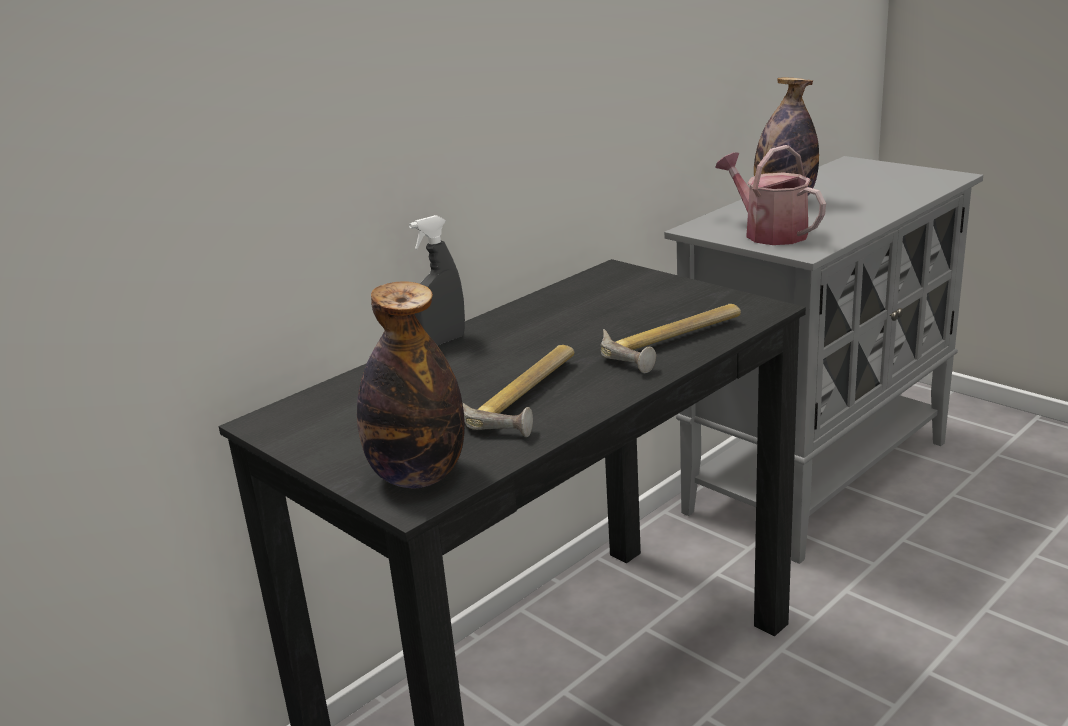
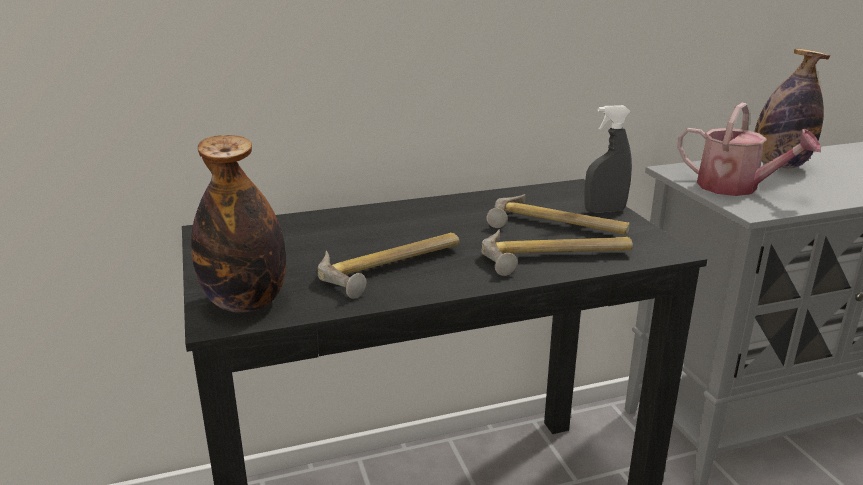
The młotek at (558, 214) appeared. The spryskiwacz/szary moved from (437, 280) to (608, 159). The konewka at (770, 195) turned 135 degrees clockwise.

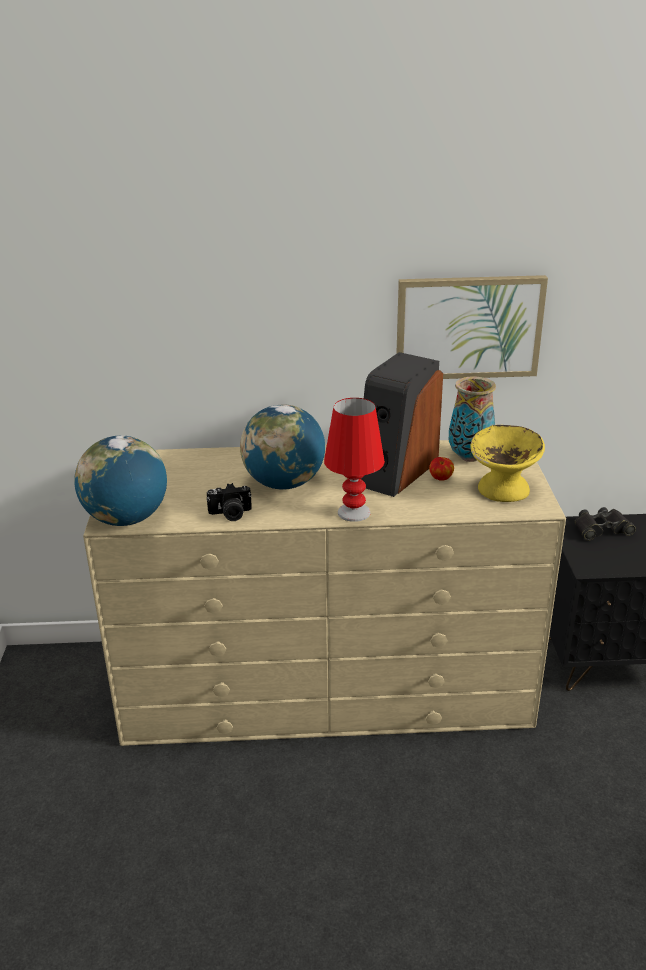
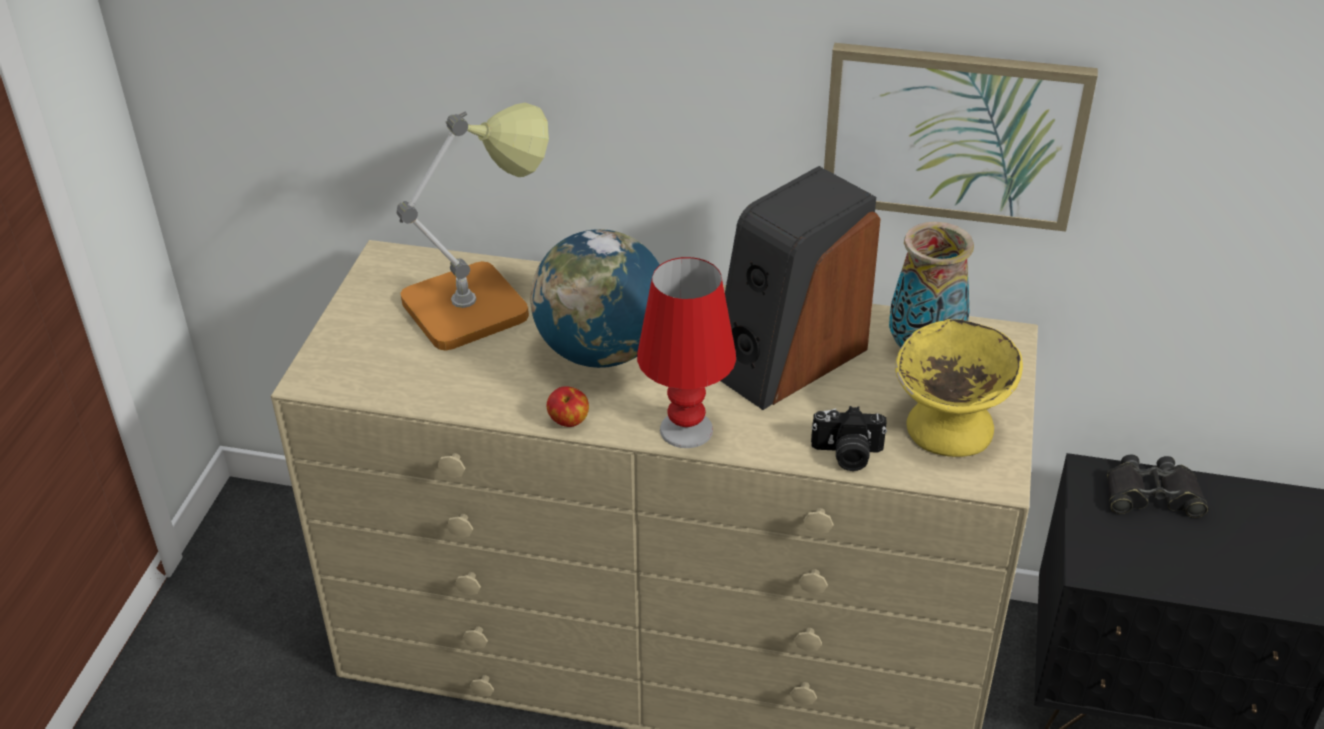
The globus at (120, 481) disappeared. The lampa stołowa at (473, 226) appeared. The aparat fotograficzny moved from (229, 502) to (849, 438). The jabłko moved from (441, 469) to (568, 406).

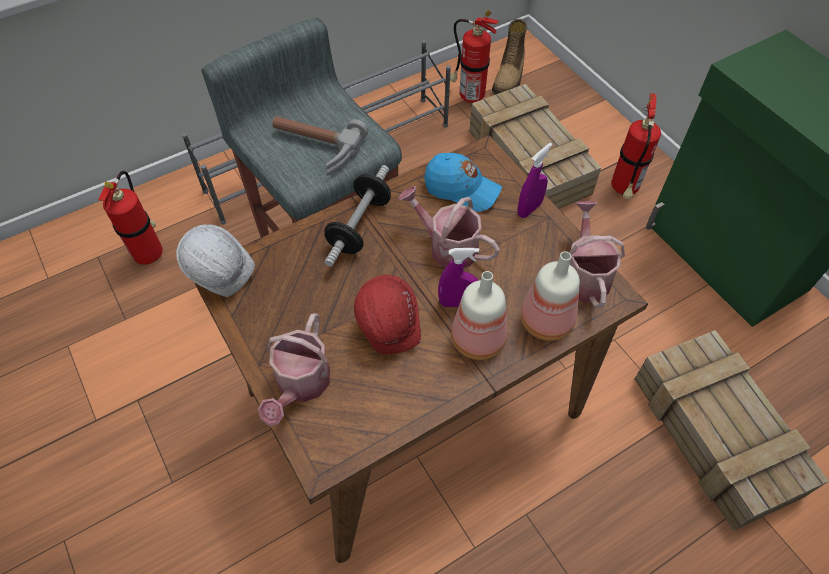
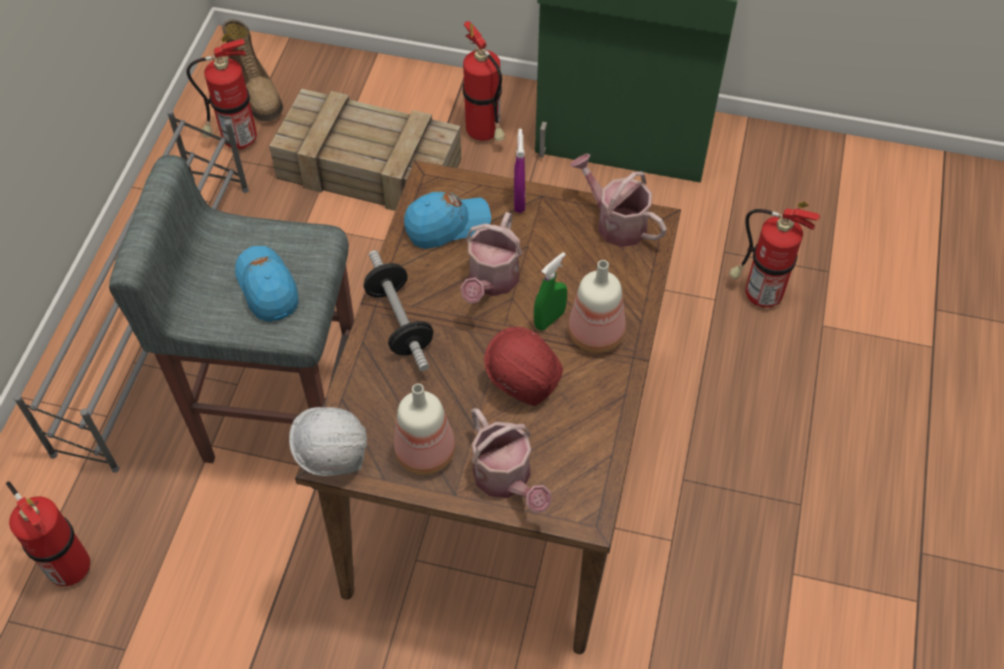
The butelka moved from (550, 296) to (424, 429). The młotek at (320, 146) was replaced by the czapka z daszkiem/niebieski at (267, 284). The skrzynka at (732, 430) was replaced by the gaśnica at (774, 254). The spryskiwacz/fioletowy at (458, 277) became the spryskiwacz/zielony at (550, 291). The konewka at (449, 227) turned 60 degrees counterclockwise.

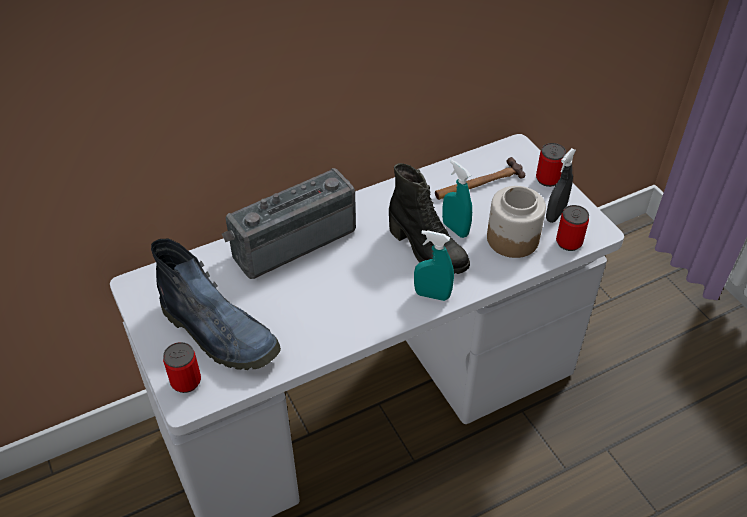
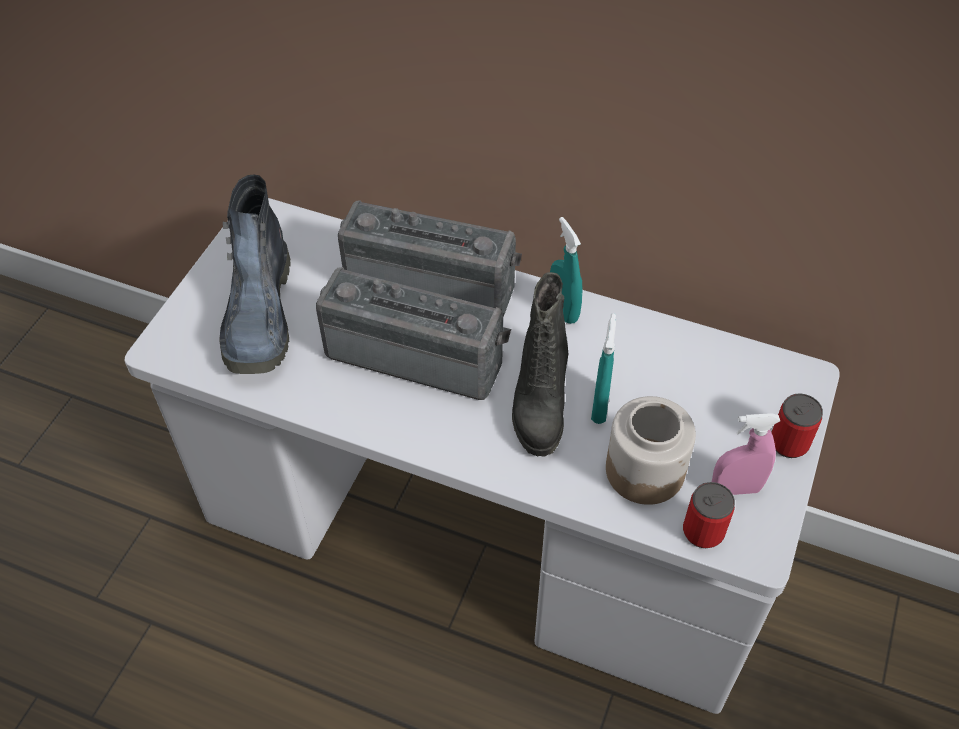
The puszka at (182, 367) disappeared. The młotek at (480, 178) disappeared. The radio at (413, 333) appeared. The spryskiwacz/turkusowy moved from (434, 265) to (566, 270). The spryskiwacz/szary at (561, 185) became the spryskiwacz/różowy at (746, 454).

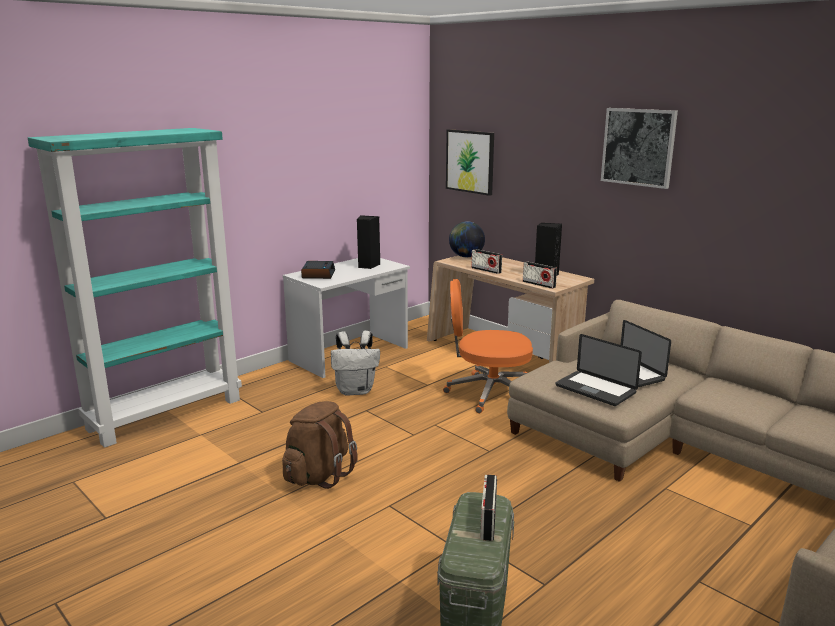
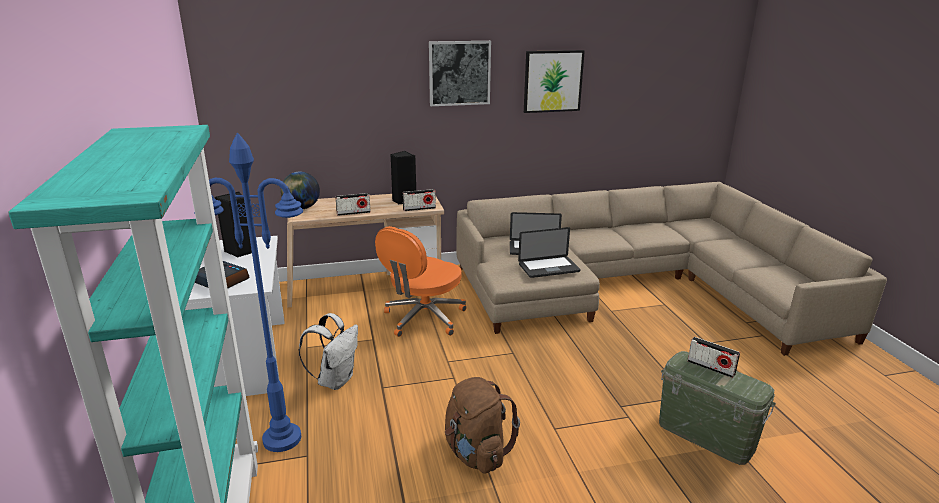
The lampa stojąca/niebieski at (248, 292) appeared. The obraz moved from (470, 162) to (554, 81).

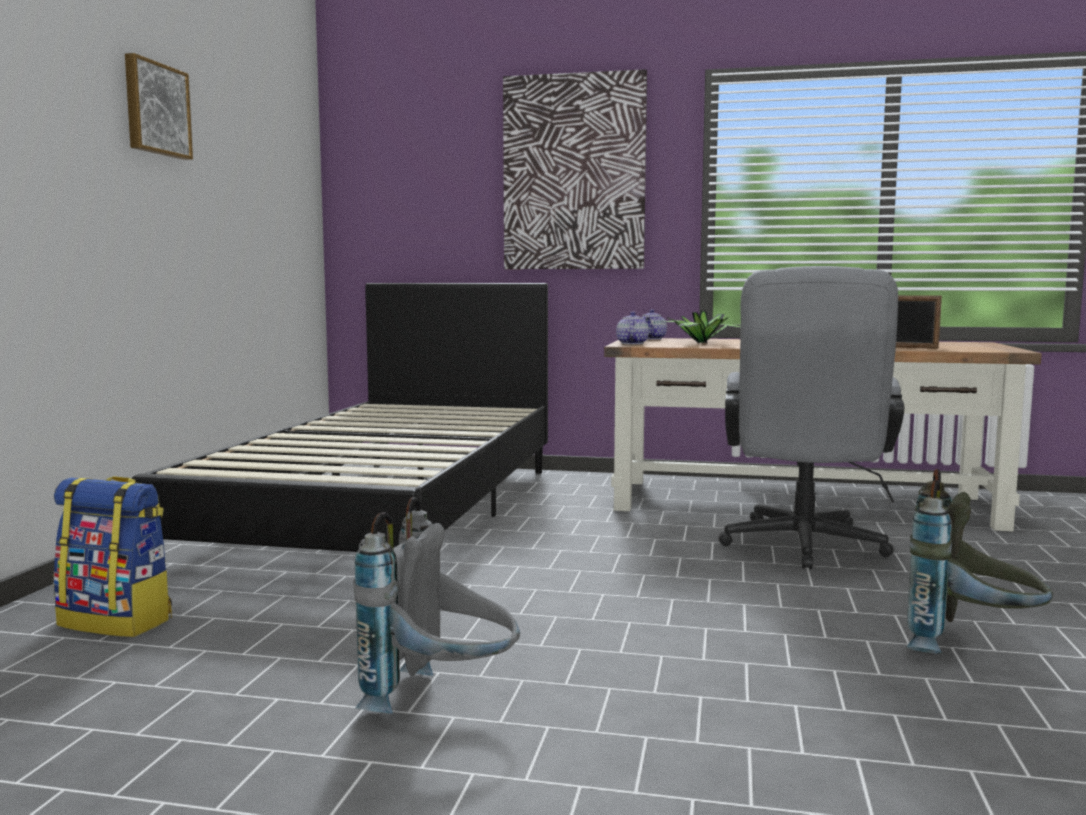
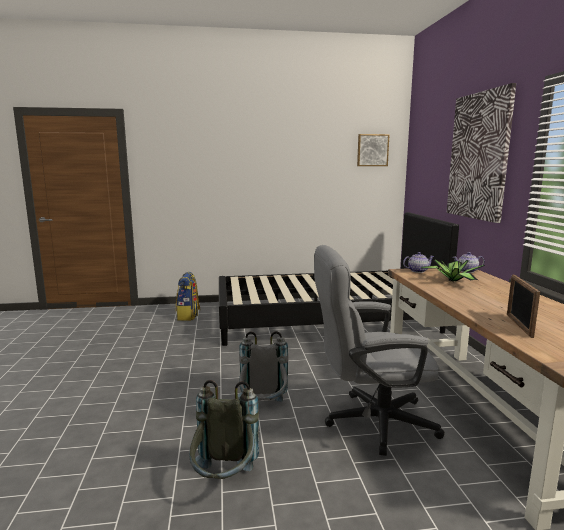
The obraz moved from (159, 106) to (373, 150). The plecak/szary moved from (436, 605) to (263, 366).

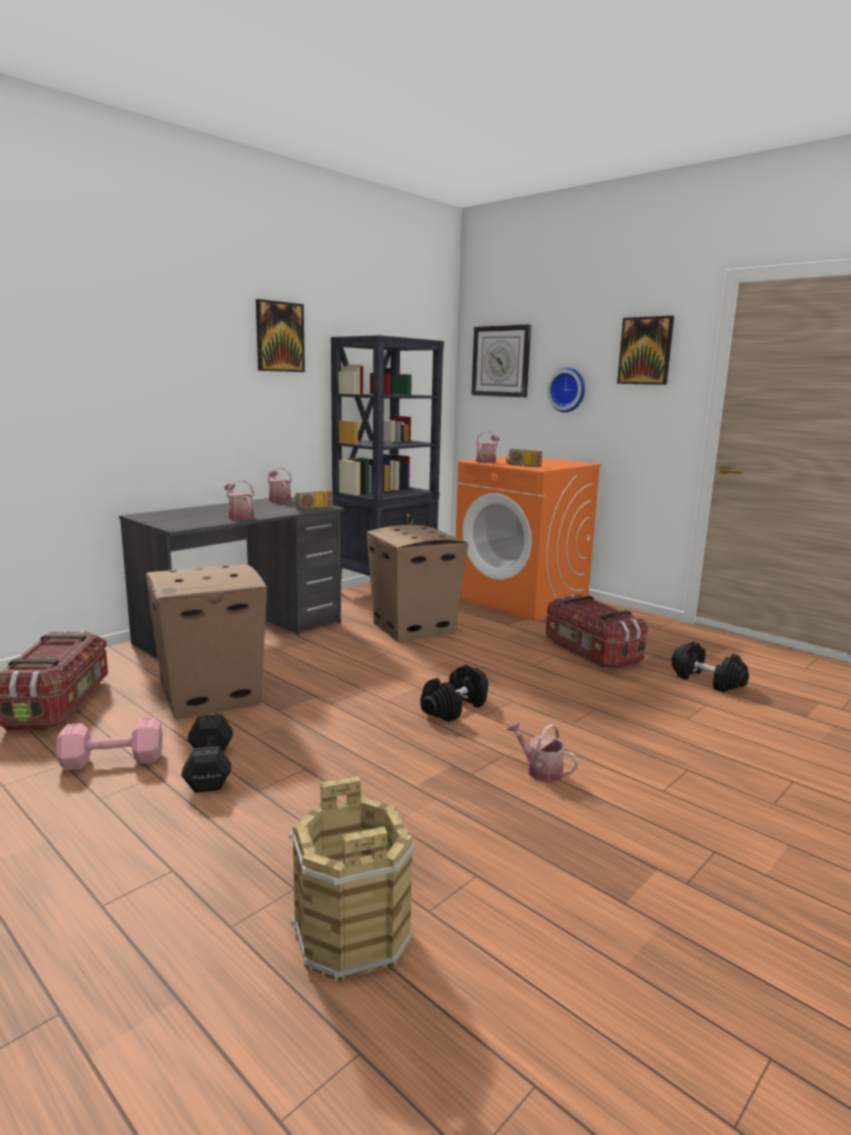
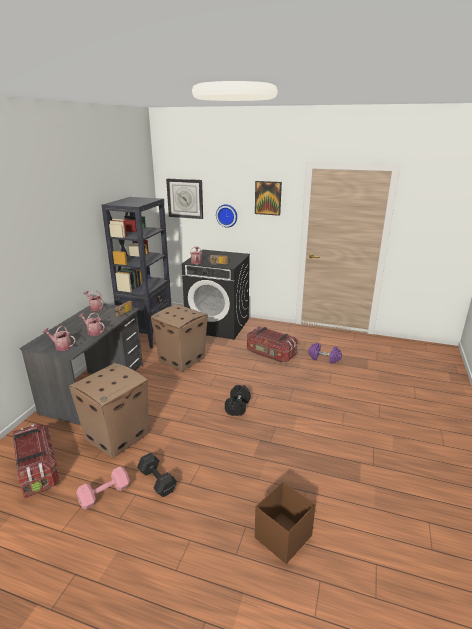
The obraz at (280, 335) disappeared. The konewka moved from (542, 751) to (59, 338). The wiadro/brązowy at (352, 879) was replaced by the pojemnik do przechowywania/brązowy at (285, 523). The pralka/pomarańczowy at (529, 538) became the pralka/czarny at (216, 294). The hantel/czarny at (710, 667) became the hantel/fioletowy at (325, 353).

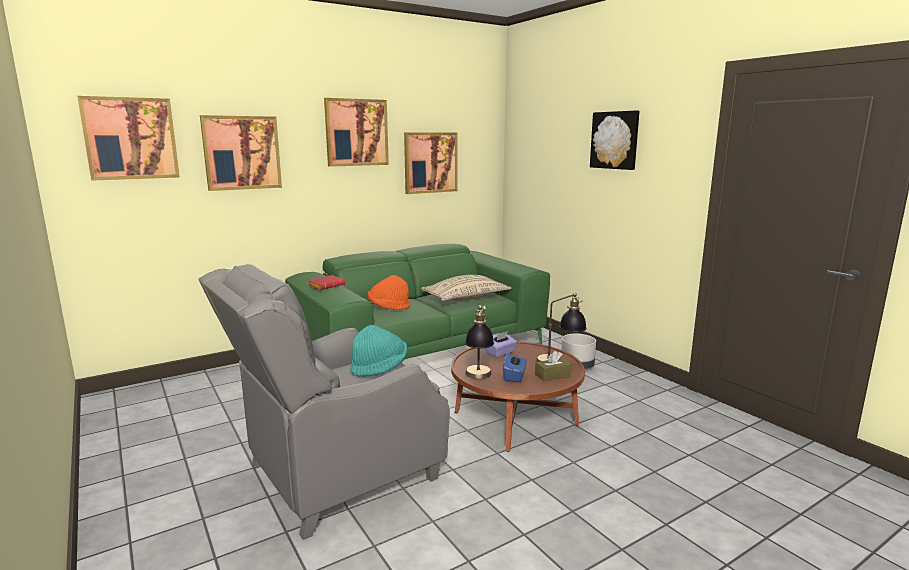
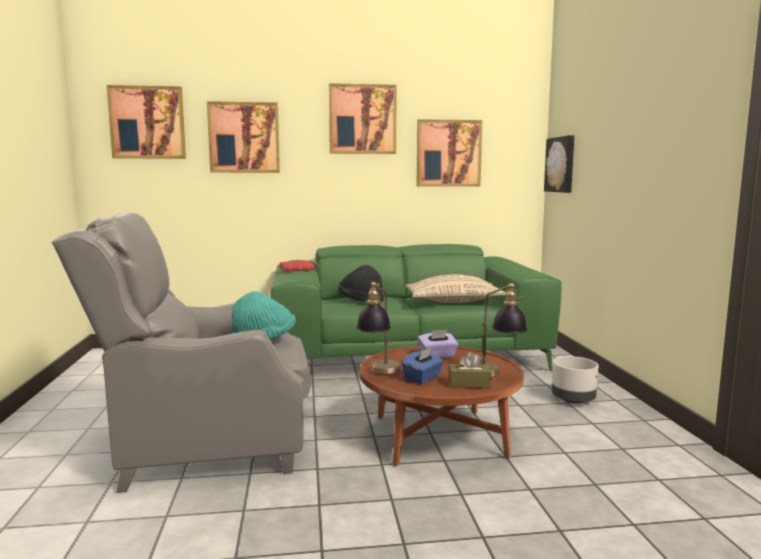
The obraz moved from (615, 140) to (559, 164). The kapelusz/pomarańczowy at (389, 292) became the kapelusz/czarny at (361, 283).

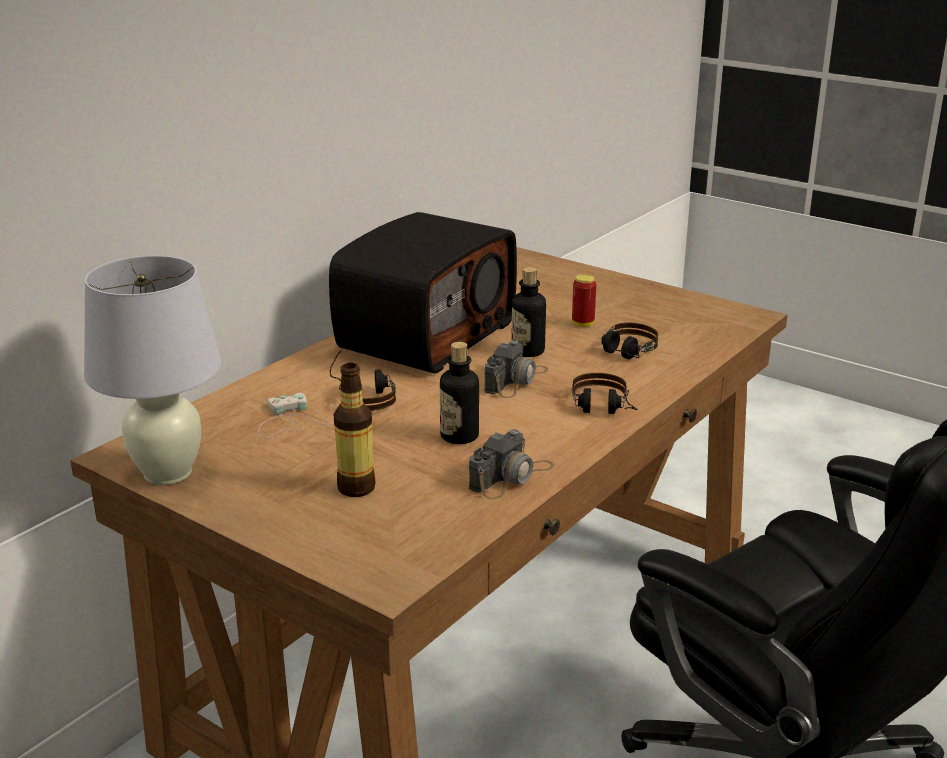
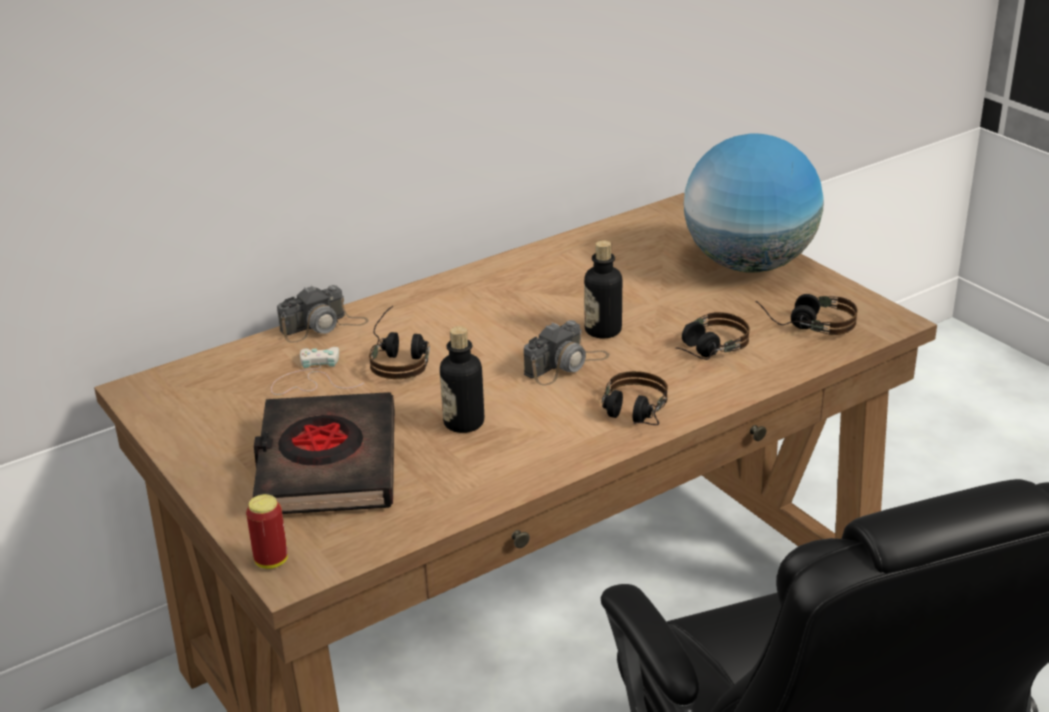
The lampa stołowa/biały at (153, 370) disappeared. The radio at (423, 292) disappeared. The globus at (754, 203) appeared. The słuchawki at (807, 314) appeared. The aparat fotograficzny moved from (511, 464) to (323, 314). The puszka moved from (584, 300) to (267, 531). The butelka at (354, 430) was replaced by the książka/czarny at (323, 453).

